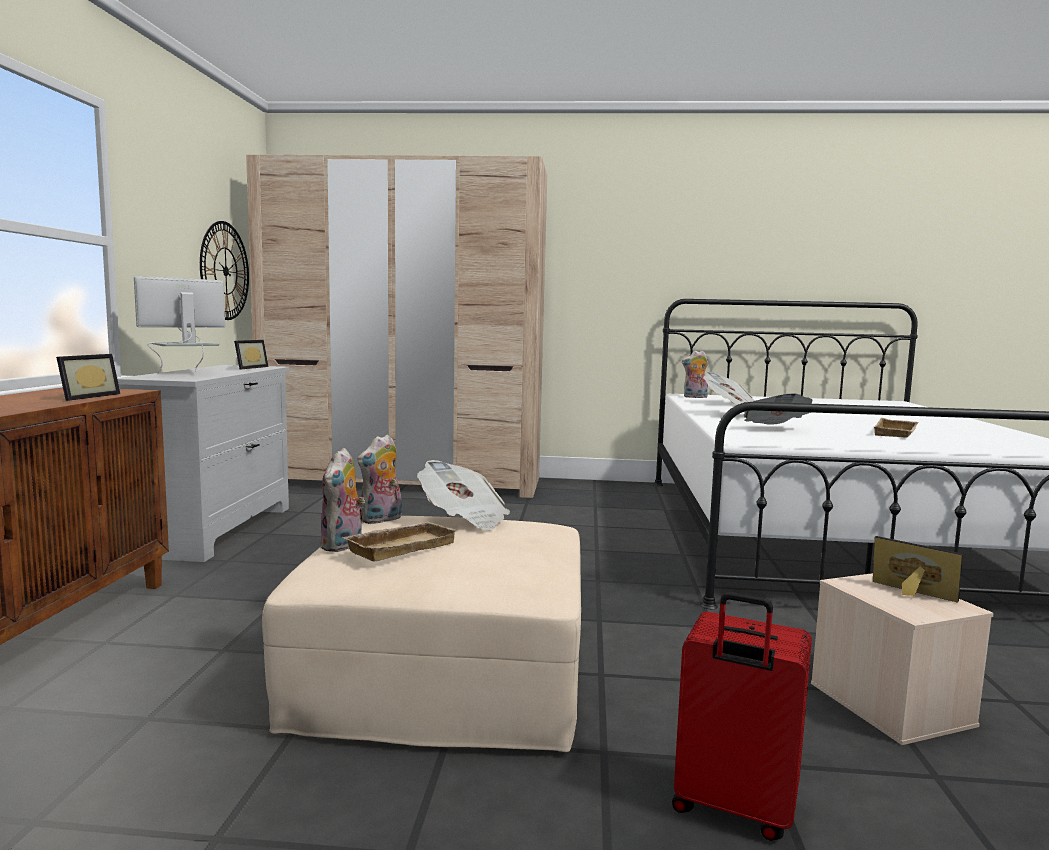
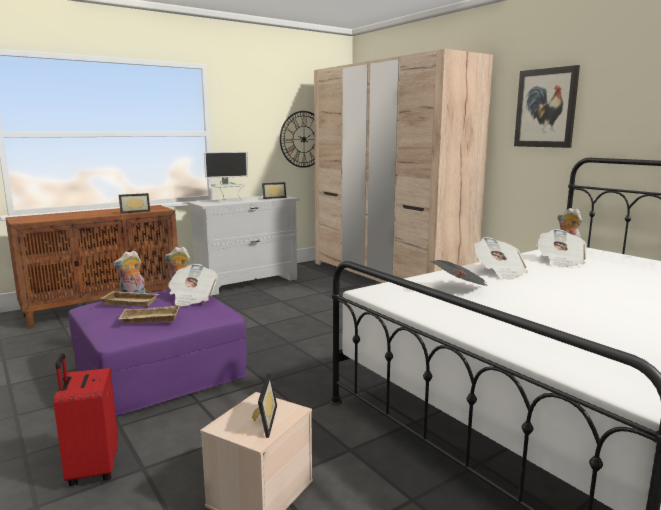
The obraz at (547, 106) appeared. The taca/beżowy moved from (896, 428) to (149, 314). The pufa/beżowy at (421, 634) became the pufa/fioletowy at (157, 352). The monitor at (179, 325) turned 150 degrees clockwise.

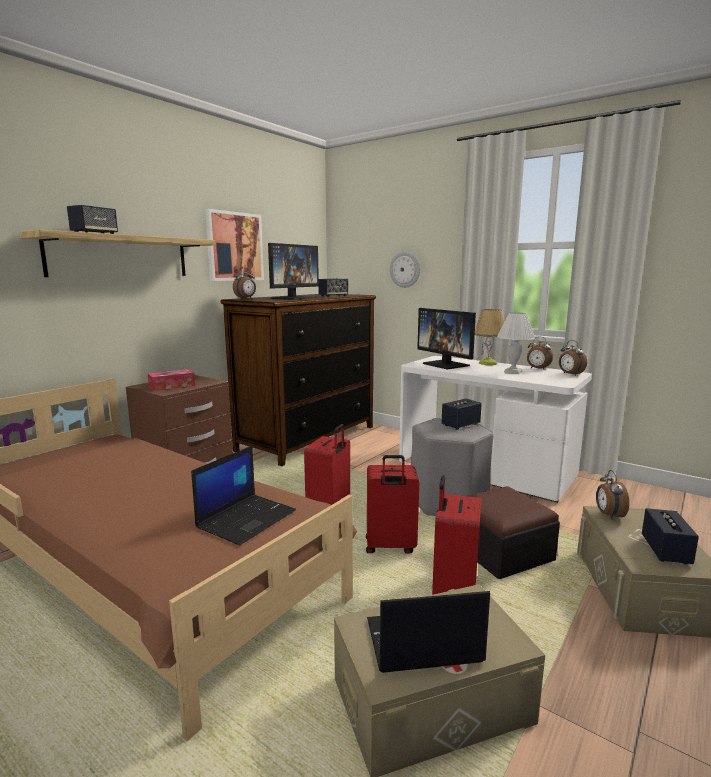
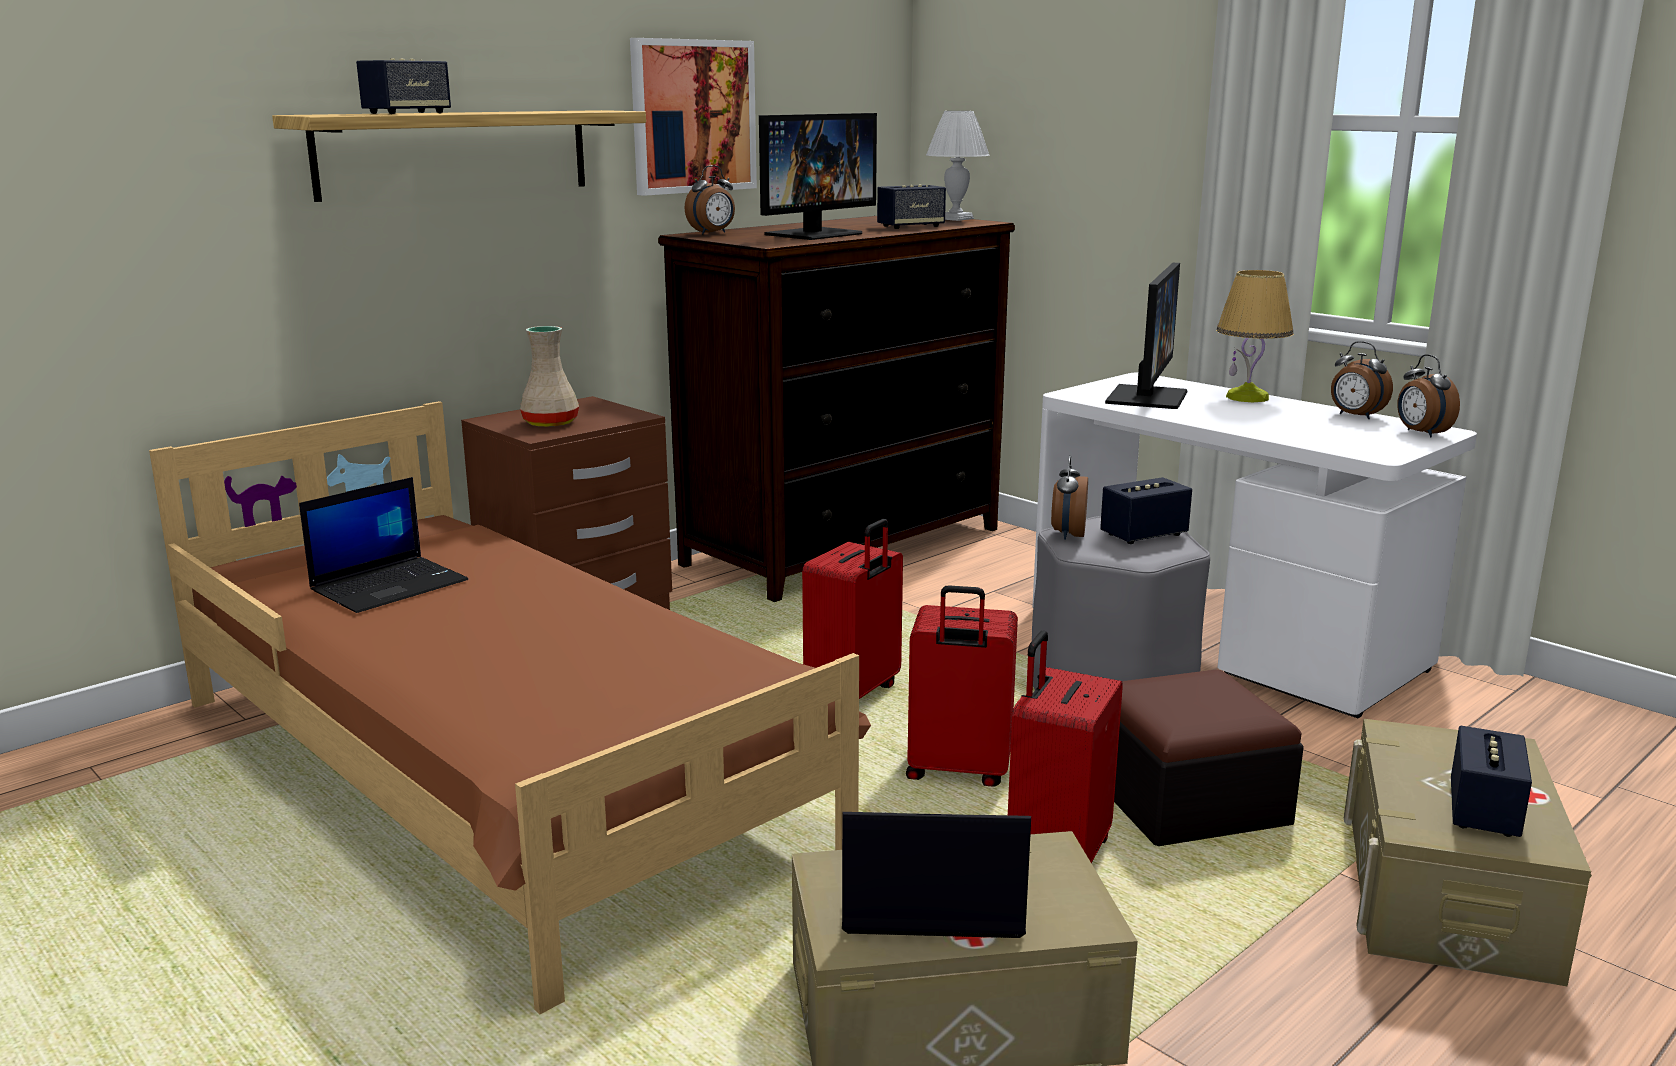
The zegar ścienny at (405, 270) disappeared. The laptop moved from (243, 495) to (383, 545). The lampa stołowa/biały moved from (516, 343) to (958, 166). The budzik moved from (612, 495) to (1069, 497). The pudełko chusteczek at (171, 380) was replaced by the wazon/beżowy at (549, 376). The monitor at (446, 338) turned 135 degrees counterclockwise.

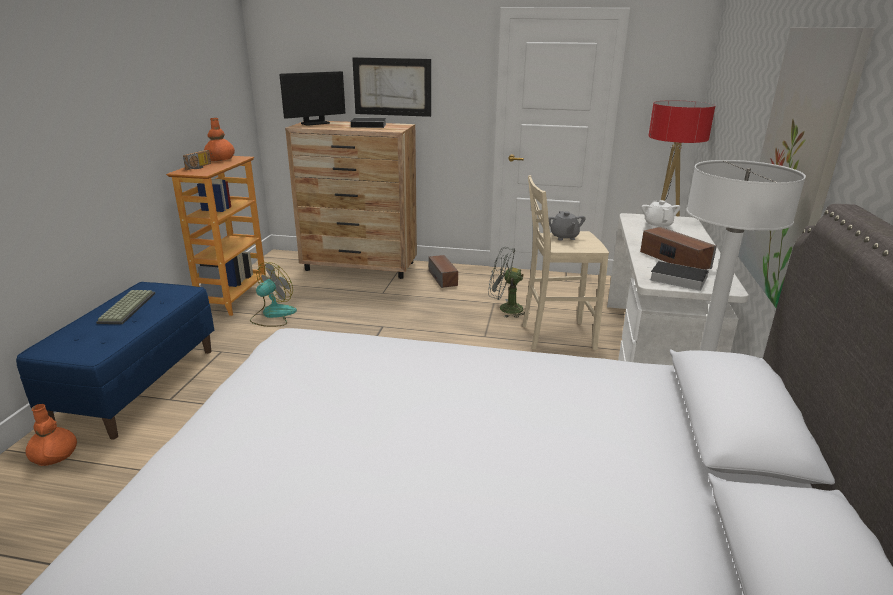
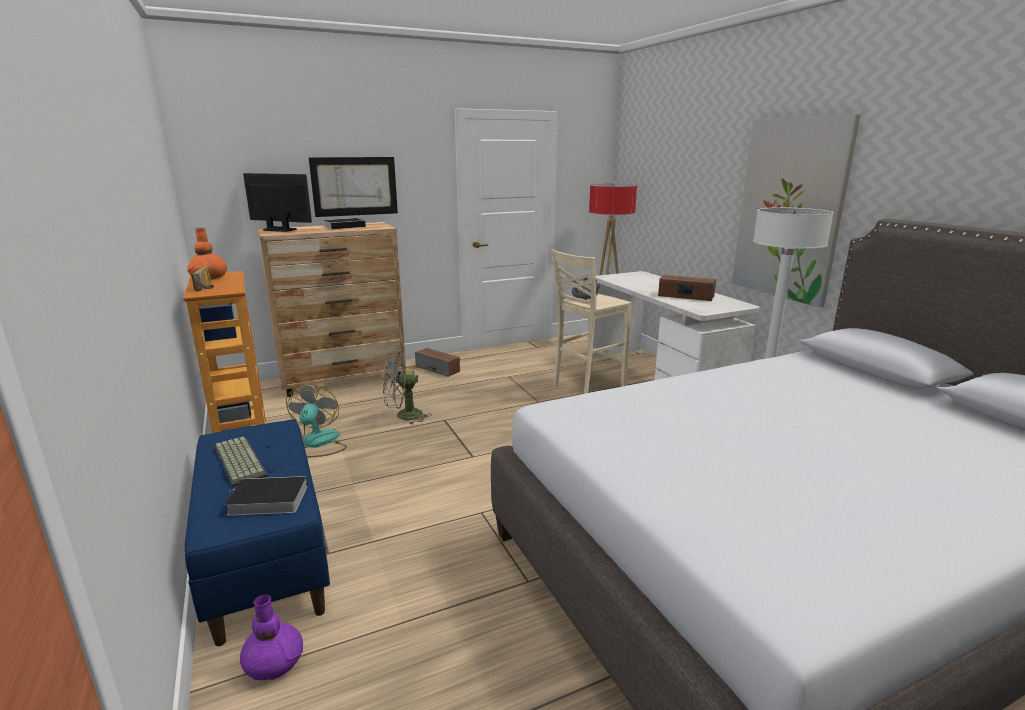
The imbryk/biały at (661, 214) disappeared. The wentylator/szary moved from (509, 282) to (407, 387). The książka moved from (678, 276) to (266, 496). The wazon/pomarańczowy at (51, 435) became the wazon/fioletowy at (271, 637). The monitor at (312, 98) turned 90 degrees counterclockwise.

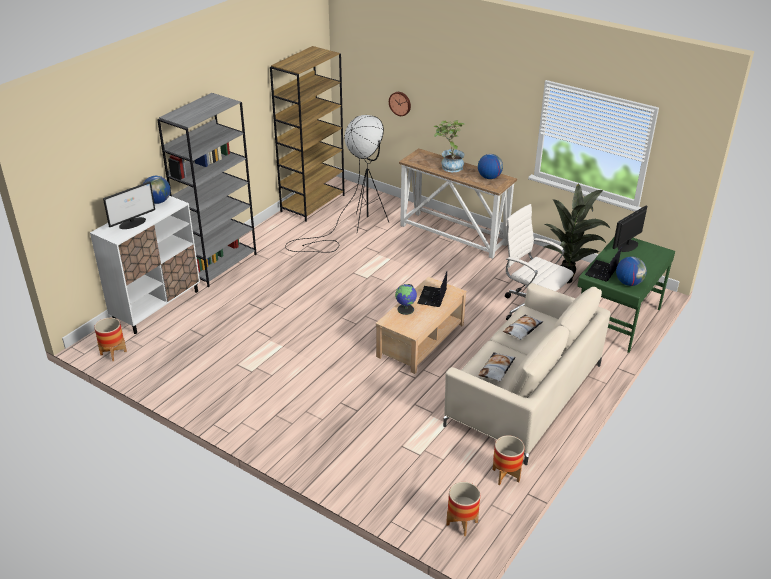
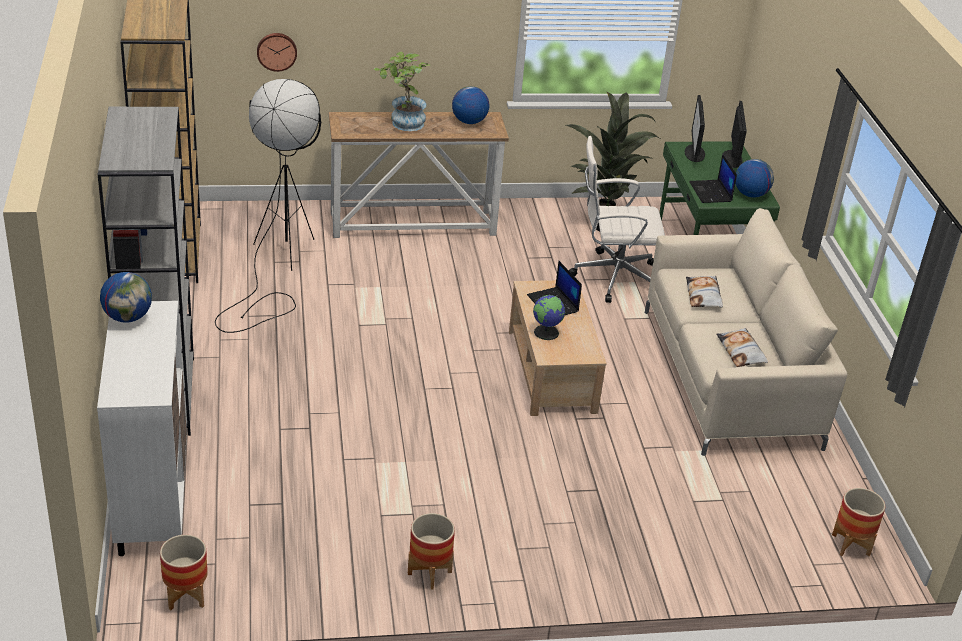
The monitor moved from (129, 205) to (735, 134). The donica moved from (508, 460) to (431, 551).

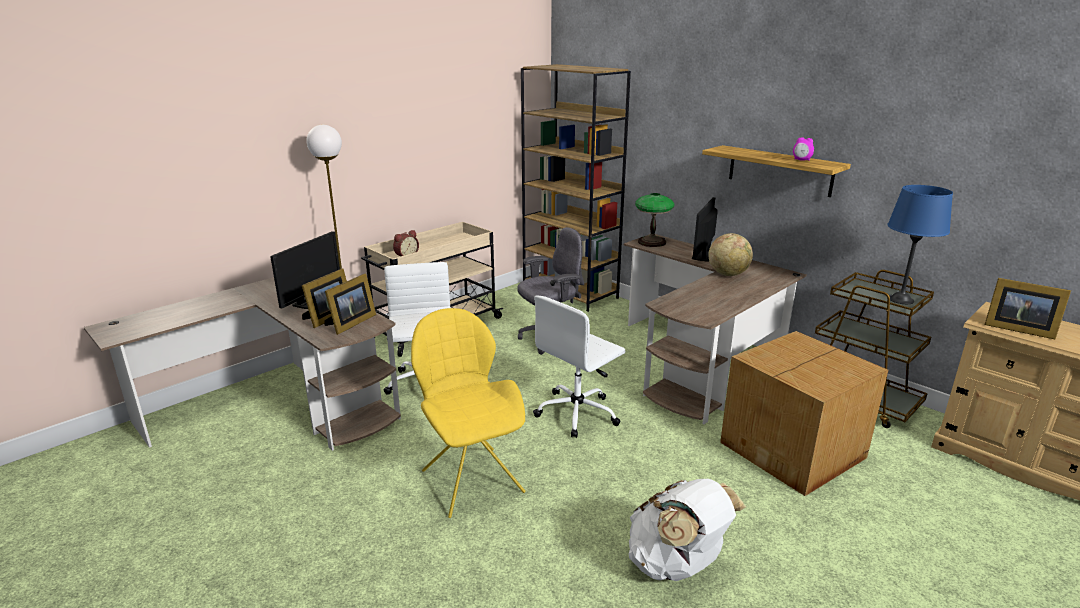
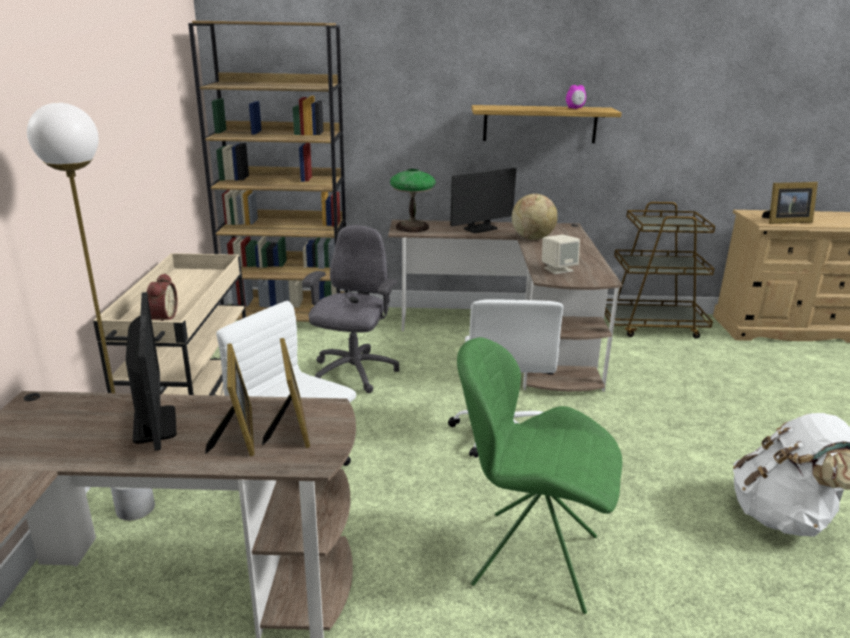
The karton at (804, 413) disappeared. The lampa stołowa/niebieski at (920, 244) disappeared. The głośnik/beżowy at (561, 254) appeared. The krzesło/żółty at (468, 413) became the krzesło/zielony at (539, 475). The monitor at (705, 229) turned 105 degrees counterclockwise.

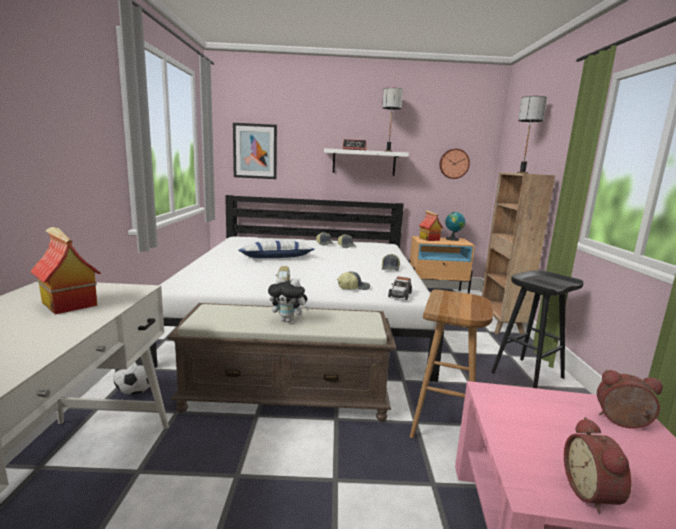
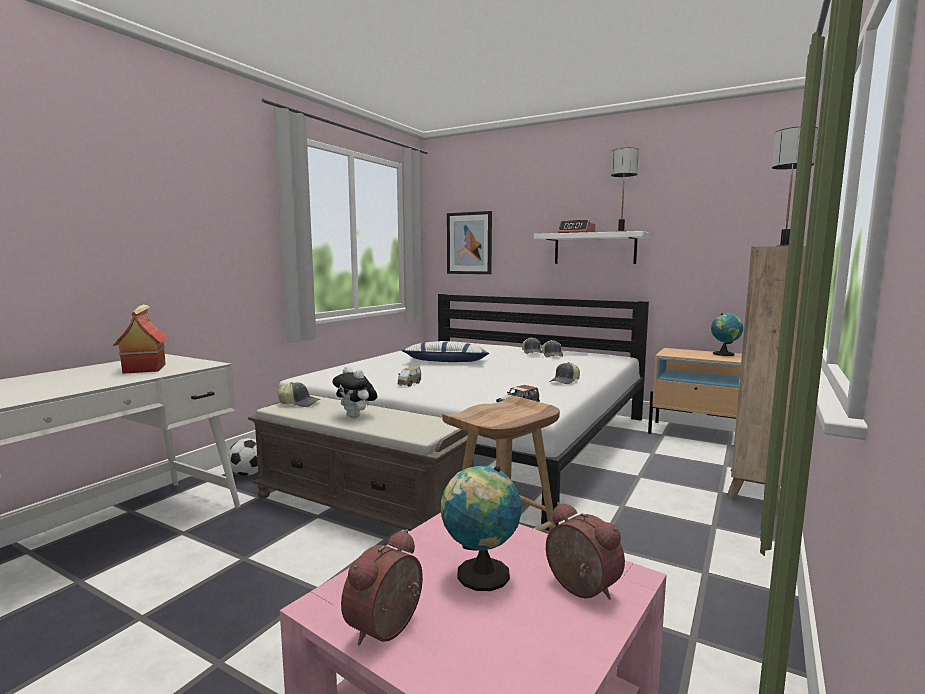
The domek at (431, 225) disappeared. The zegar ścienny at (454, 164) disappeared. The stołek/czarny at (537, 329) disappeared. The globus at (481, 528) appeared. The czapka z daszkiem moved from (353, 280) to (299, 394).

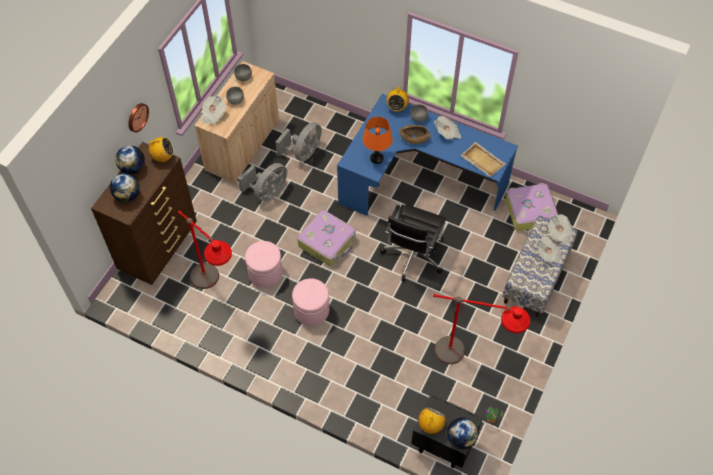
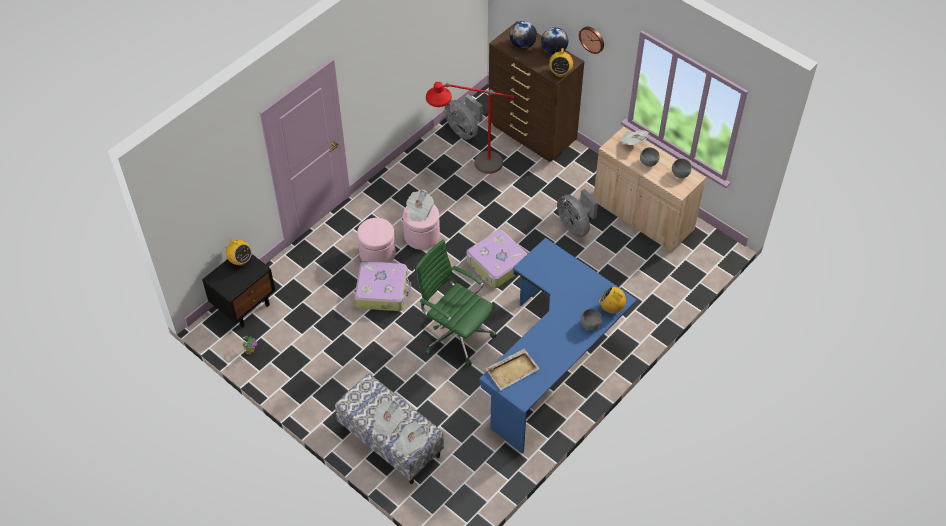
The lampa stołowa/pomarańczowy at (378, 140) disappeared. The miska/brązowy at (415, 134) disappeared. The lampa stojąca/czerwony at (481, 329) disappeared. The globus at (462, 433) disappeared. The pufa/różowy moved from (264, 264) to (376, 240). The wentylator/szary moved from (299, 141) to (463, 117). The gazeta moved from (447, 128) to (420, 205). The walizka moved from (531, 207) to (383, 286). The krzesło biurowe/czarny at (413, 242) became the krzesło biurowe/zielony at (456, 303).

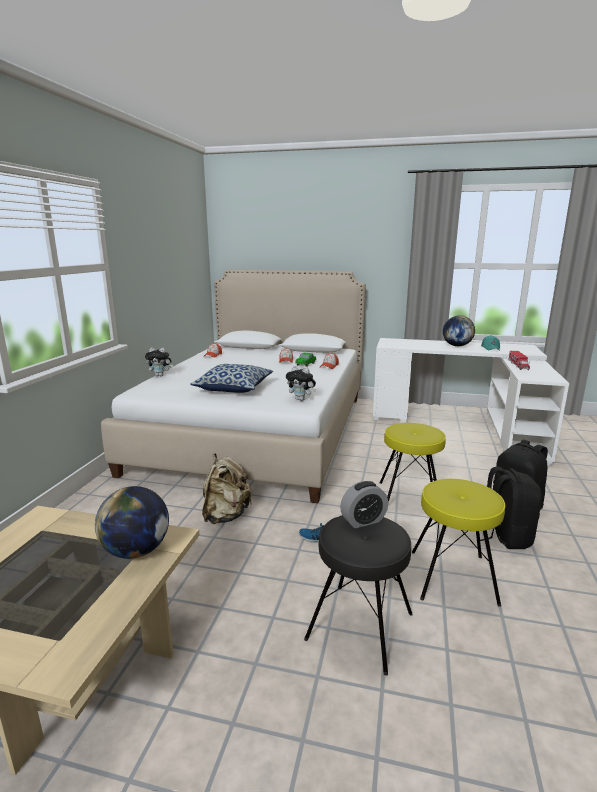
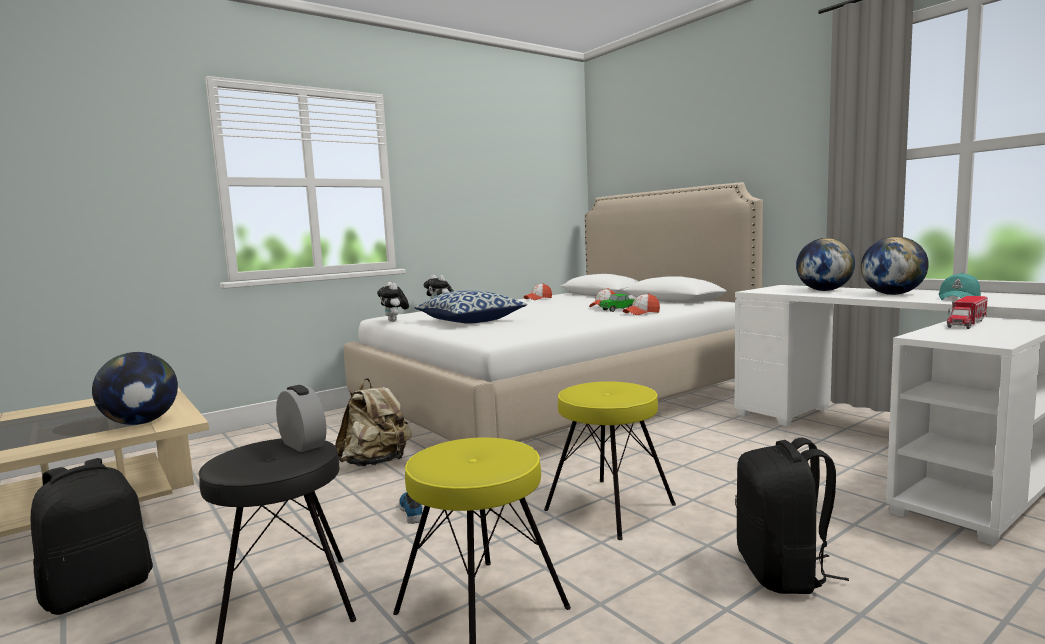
The globus at (825, 264) appeared. The pluszak moved from (301, 383) to (393, 302). The plecak/czarny moved from (511, 508) to (91, 536). The budzik at (364, 504) turned 150 degrees counterclockwise.

